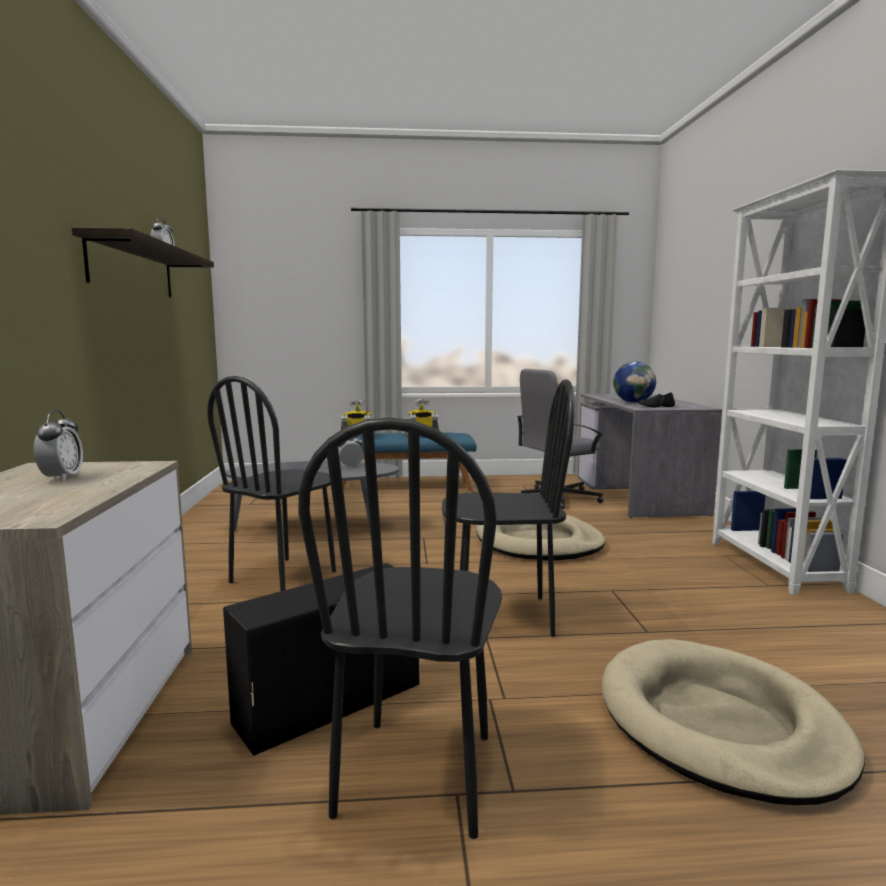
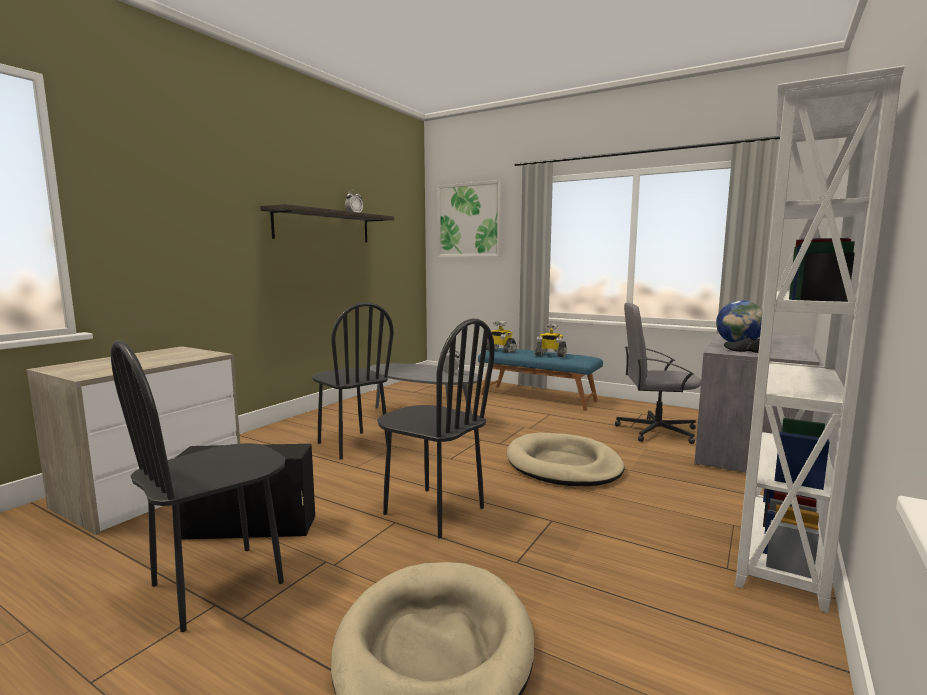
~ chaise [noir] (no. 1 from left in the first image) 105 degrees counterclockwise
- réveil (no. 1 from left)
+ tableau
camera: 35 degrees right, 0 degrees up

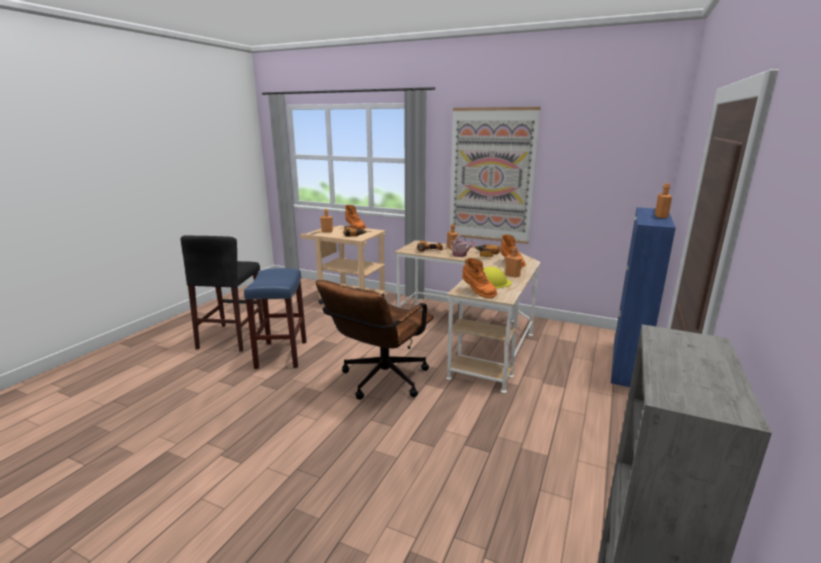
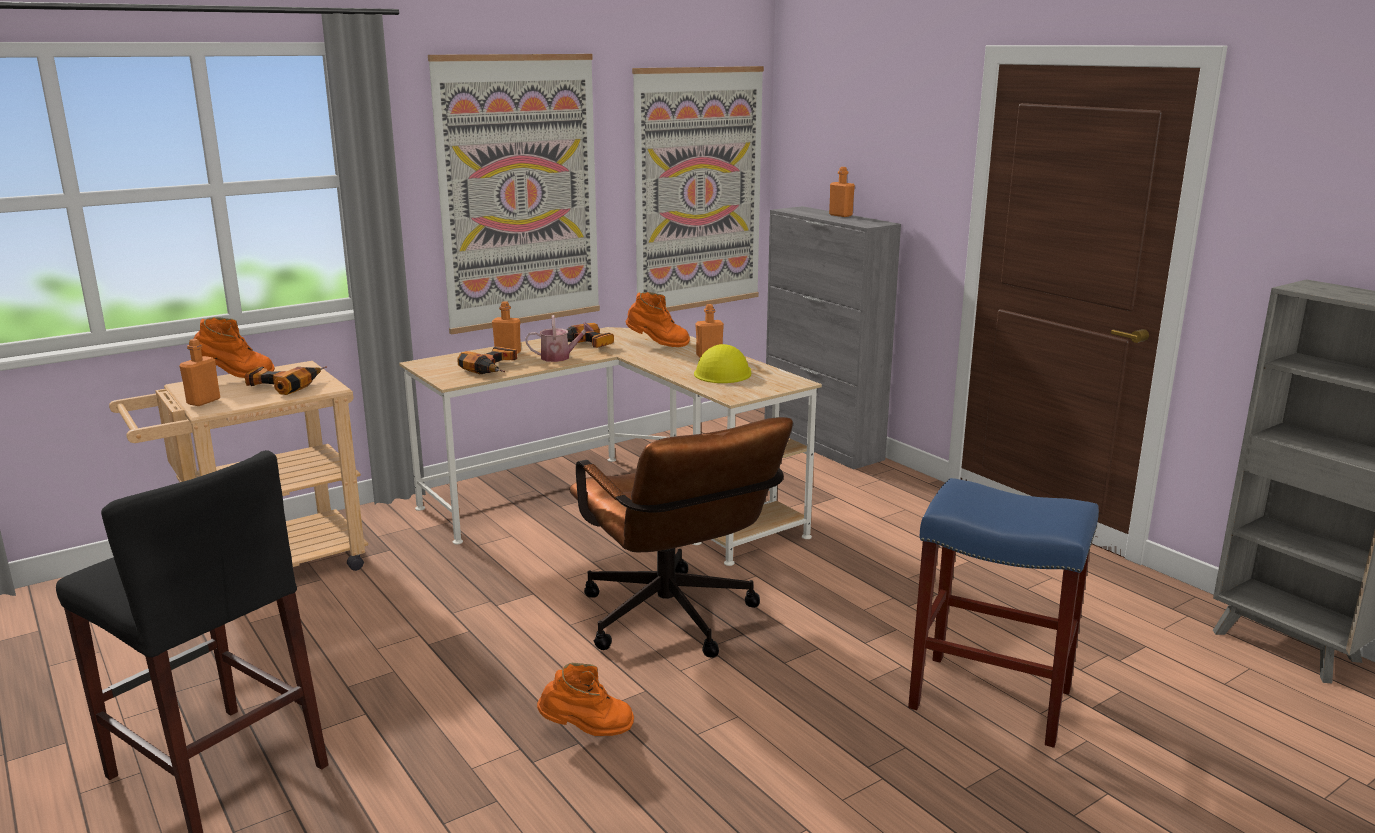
~ meuble de rangement [bleu] to meuble de rangement [gris]
~ botte [orange] (no. 2 from left)
~ tabouret [bleu]
+ tableau (no. 2 from left)
camera: 60 degrees left, 0 degrees up

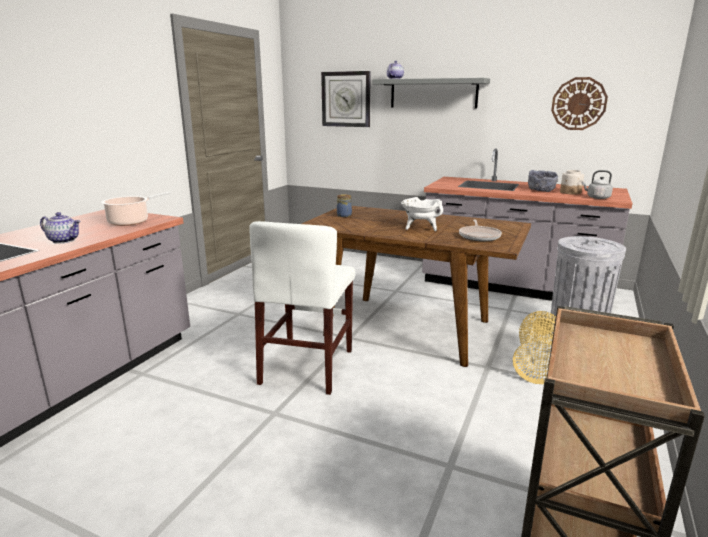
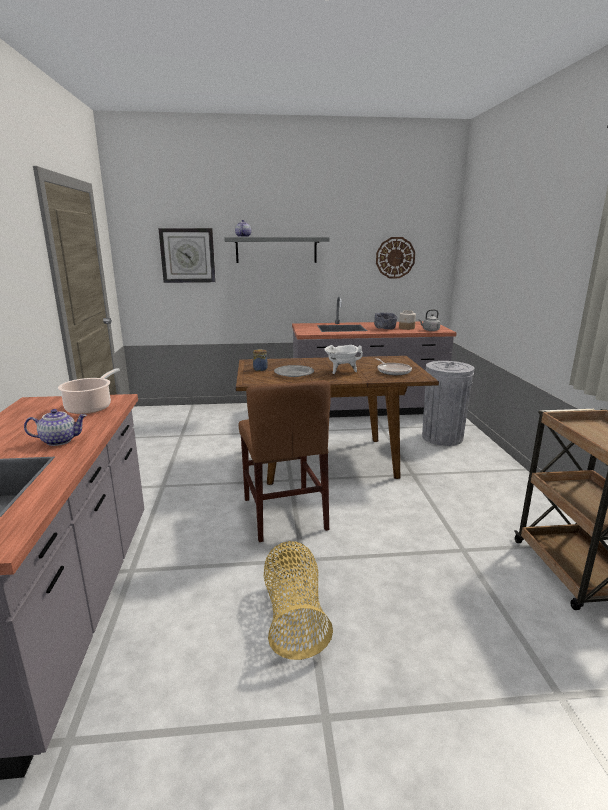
~ chaise [blanc] to chaise [marron]
~ panier
+ assiette [gris]
camera: 30 degrees left, 0 degrees up

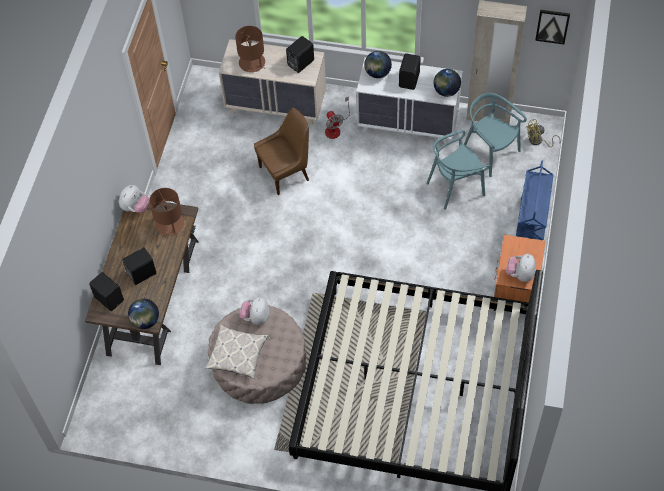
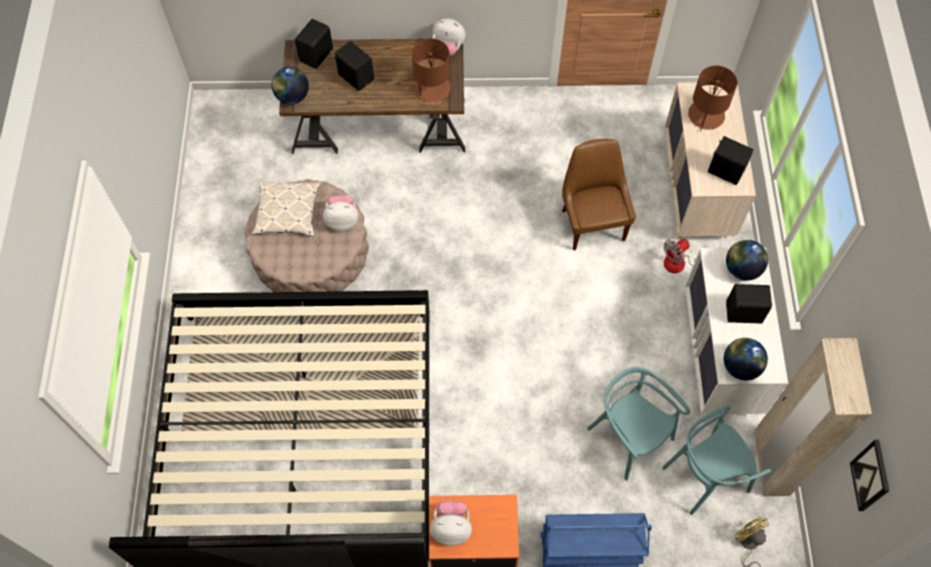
~ chaise [turquoise] (no. 2 from left) 150 degrees counterclockwise
~ chaise [marron] 150 degrees counterclockwise
camera: 75 degrees right, 5 degrees up

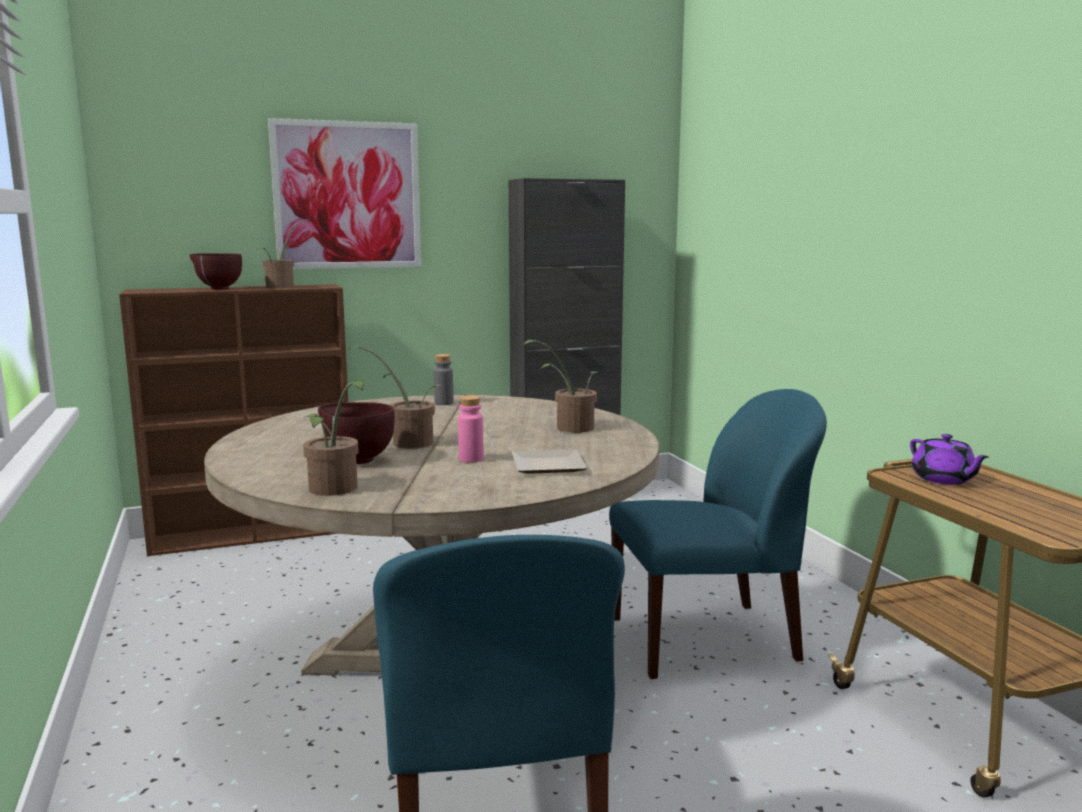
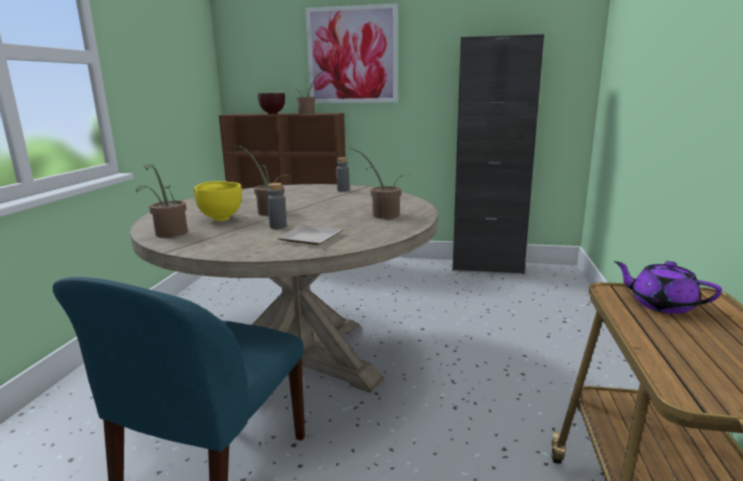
- chaise [bleu] (no. 2 from left)
~ bouteille [rose] to bouteille [gris] (no. 1 from left)
~ bol [marron] (no. 2 from left) to bol [jaune]
~ théière [violet] 120 degrees clockwise
camera: 30 degrees right, 5 degrees up

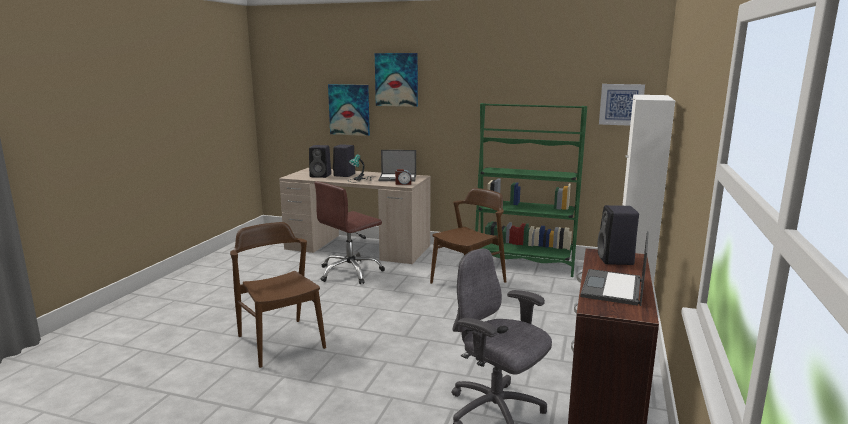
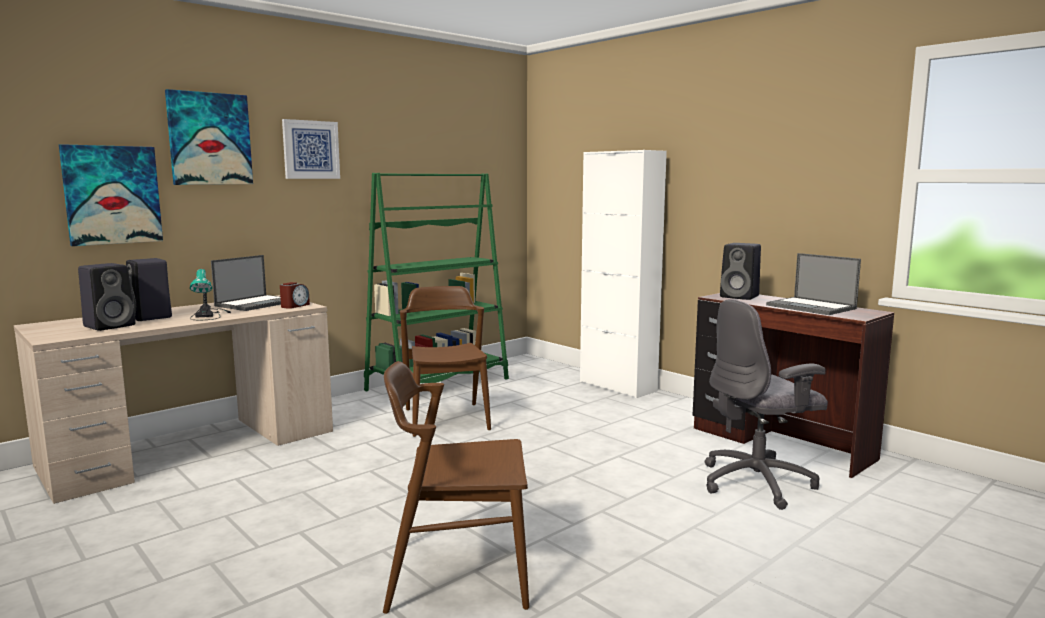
~ tableau (no. 3 from left)
- chaise de bureau [marron]
camera: 60 degrees left, 5 degrees down

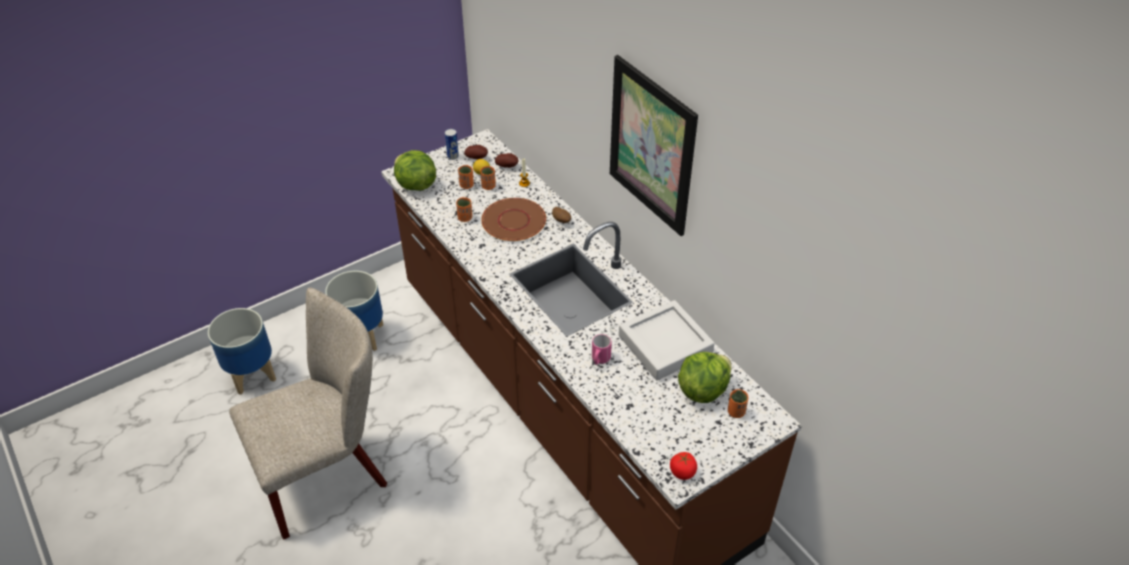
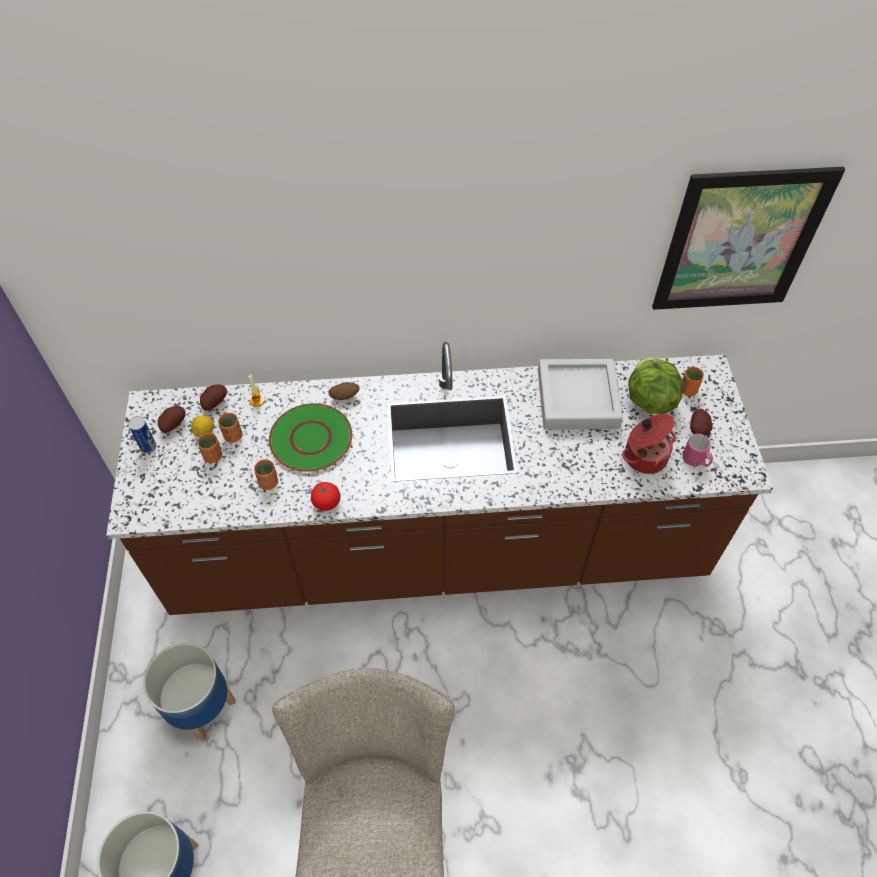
~ tableau
- laitue (no. 1 from left)
~ assiette [marron] to assiette [vert]
~ mug [rose]
~ tomate
+ pomme de terre (no. 4 from left)
+ marmite
camera: 60 degrees left, 10 degrees up

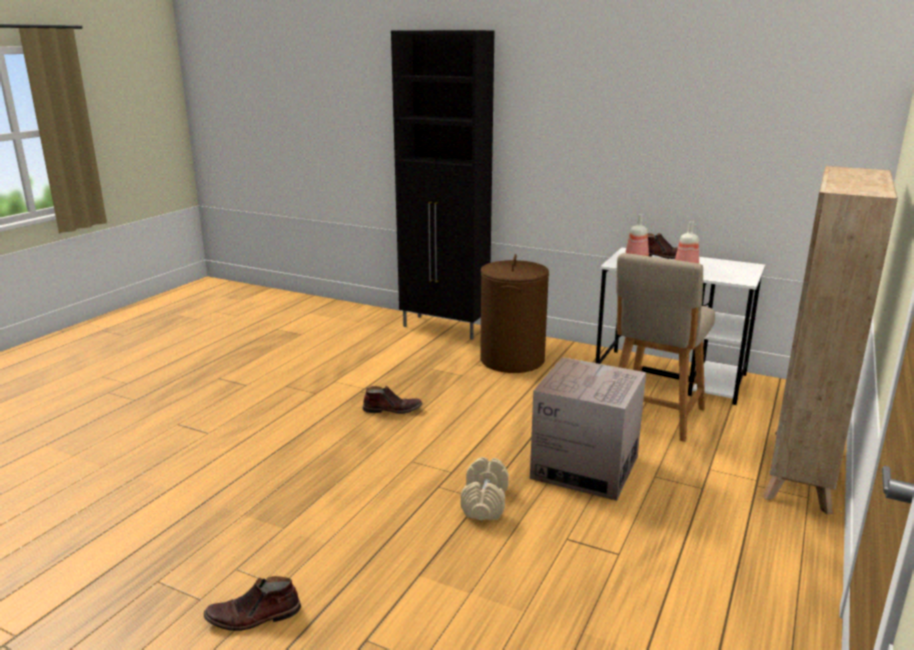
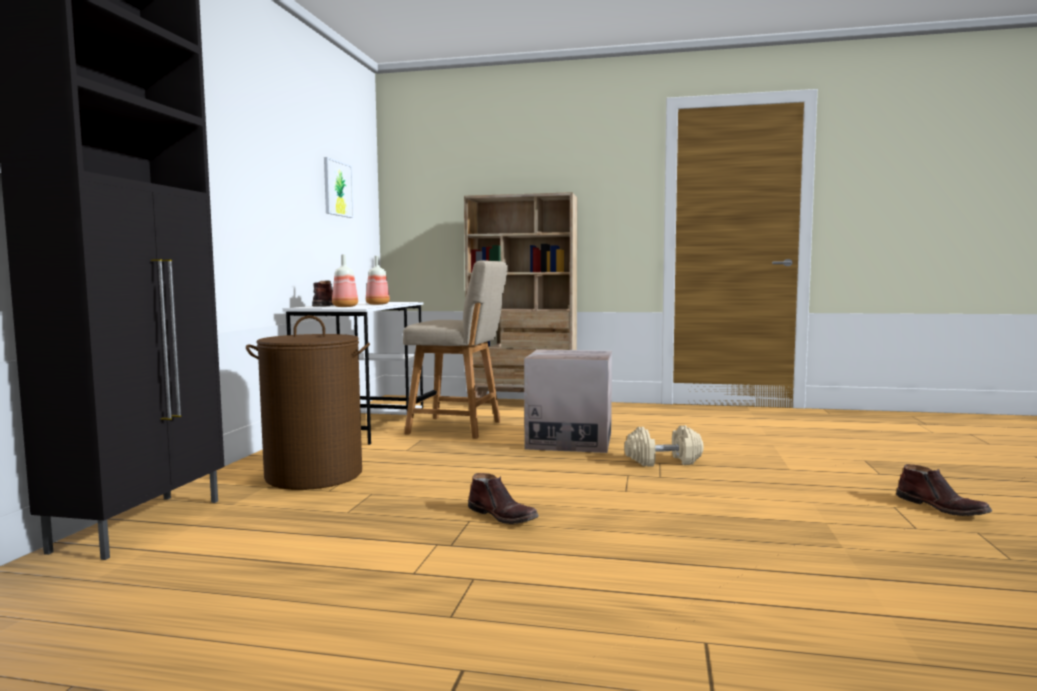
~ botte [marron] (no. 2 from left) 150 degrees clockwise
+ tableau
camera: 105 degrees left, 15 degrees down

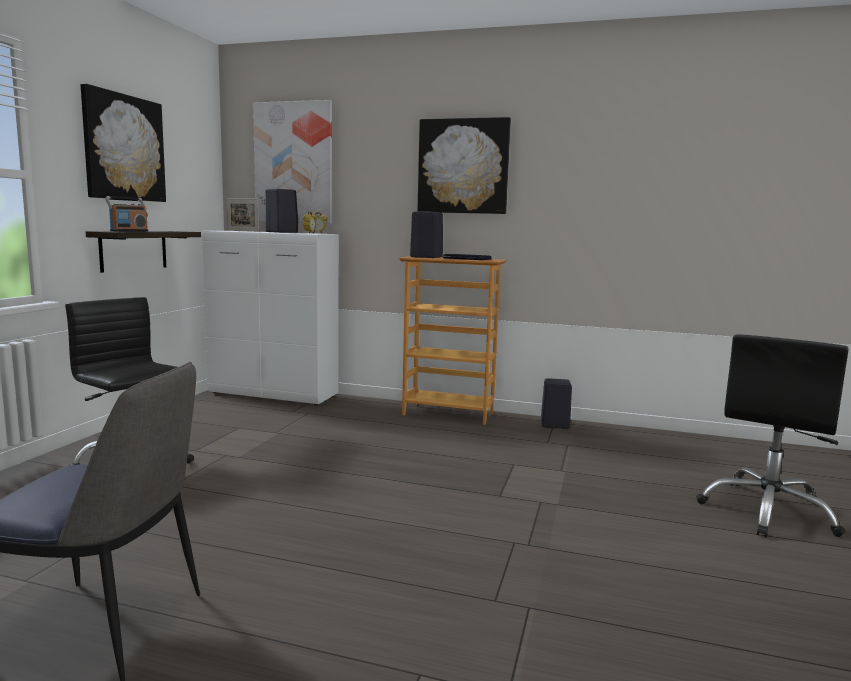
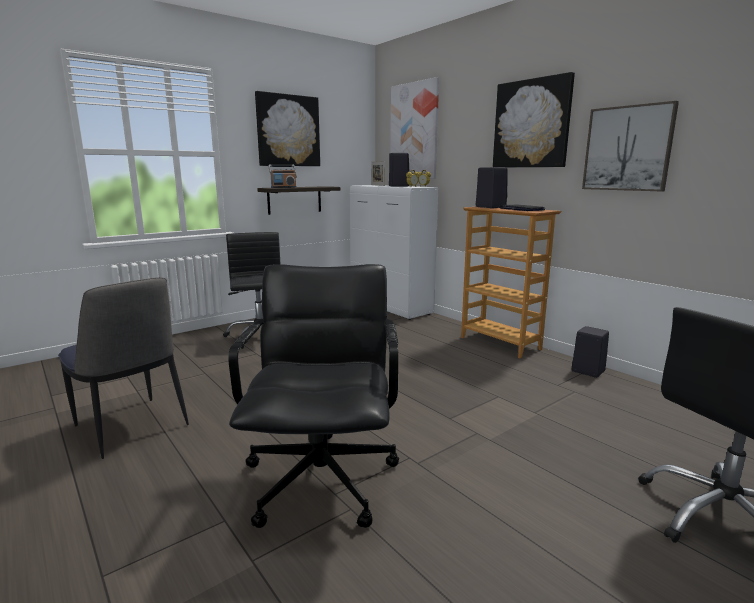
+ tableau (no. 4 from left)
+ chaise de bureau [noir] (no. 2 from left)
camera: 35 degrees right, 5 degrees up

